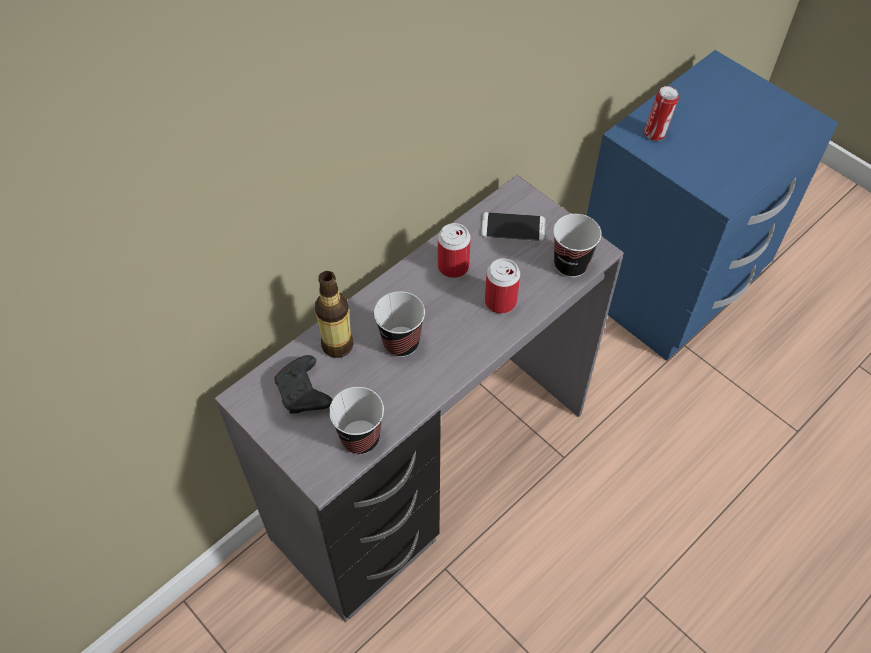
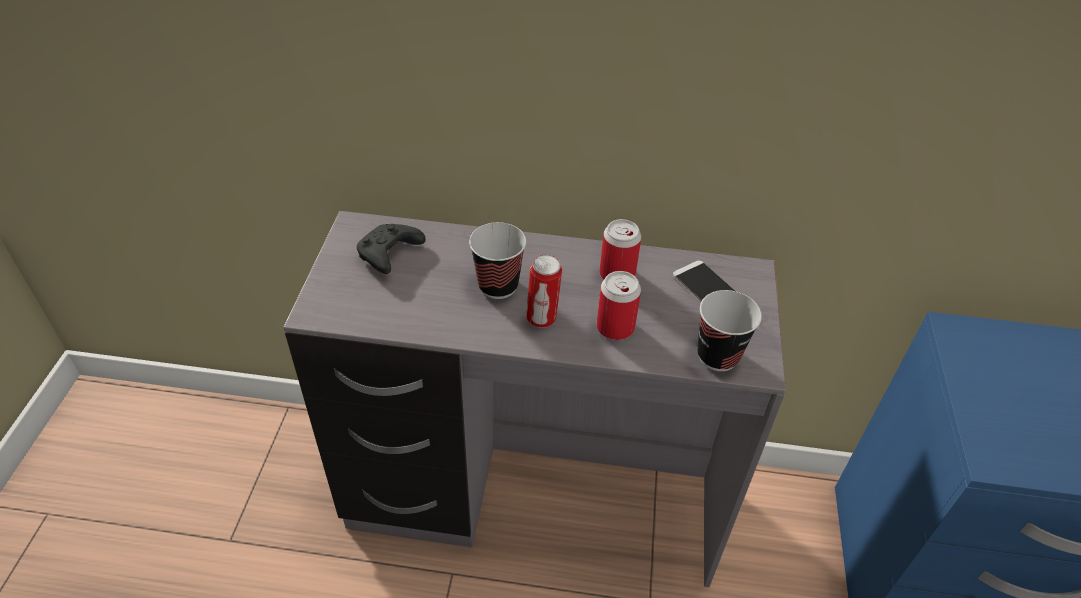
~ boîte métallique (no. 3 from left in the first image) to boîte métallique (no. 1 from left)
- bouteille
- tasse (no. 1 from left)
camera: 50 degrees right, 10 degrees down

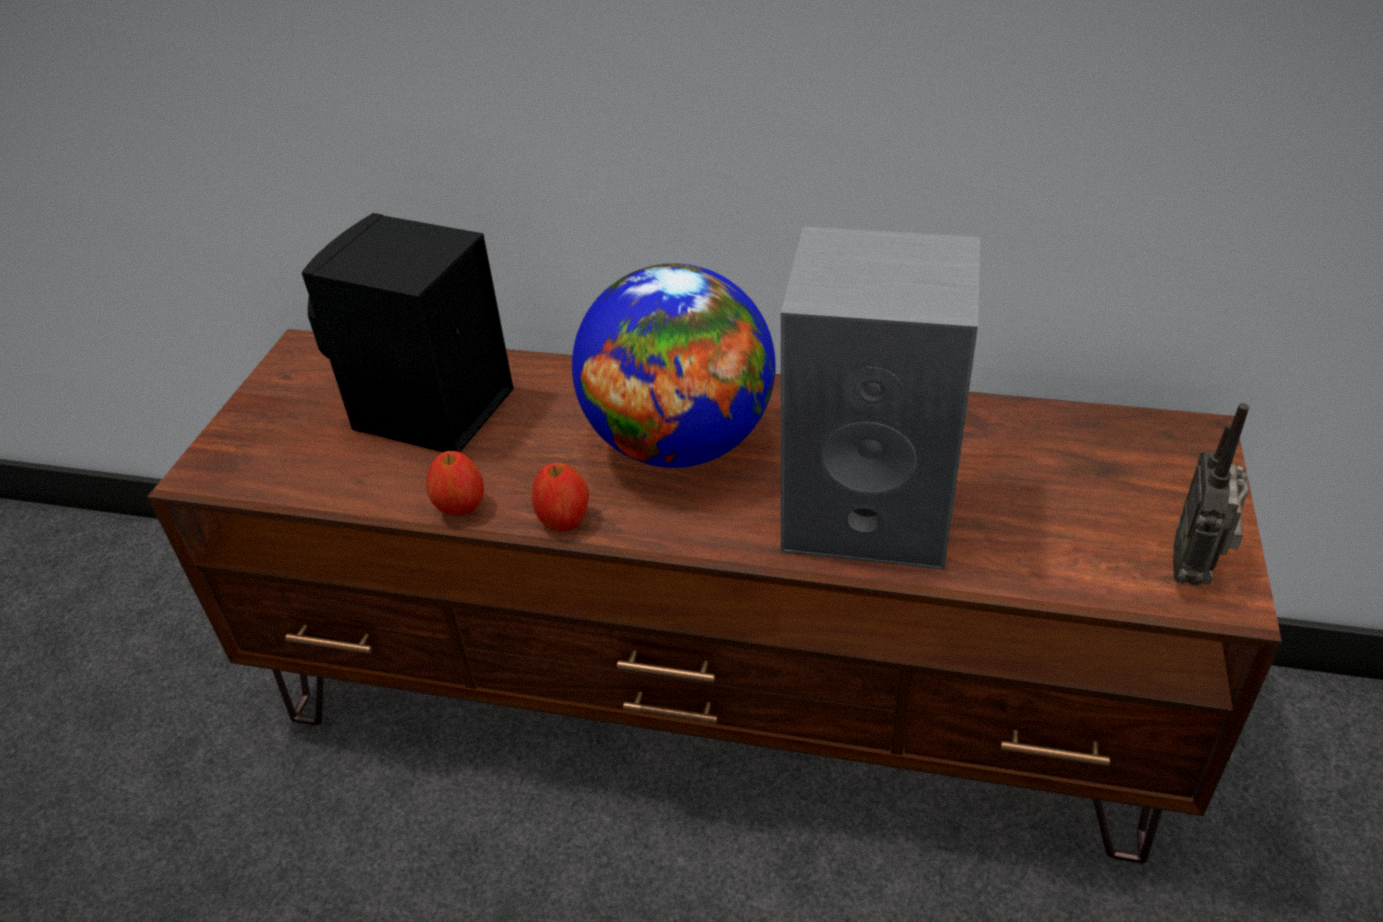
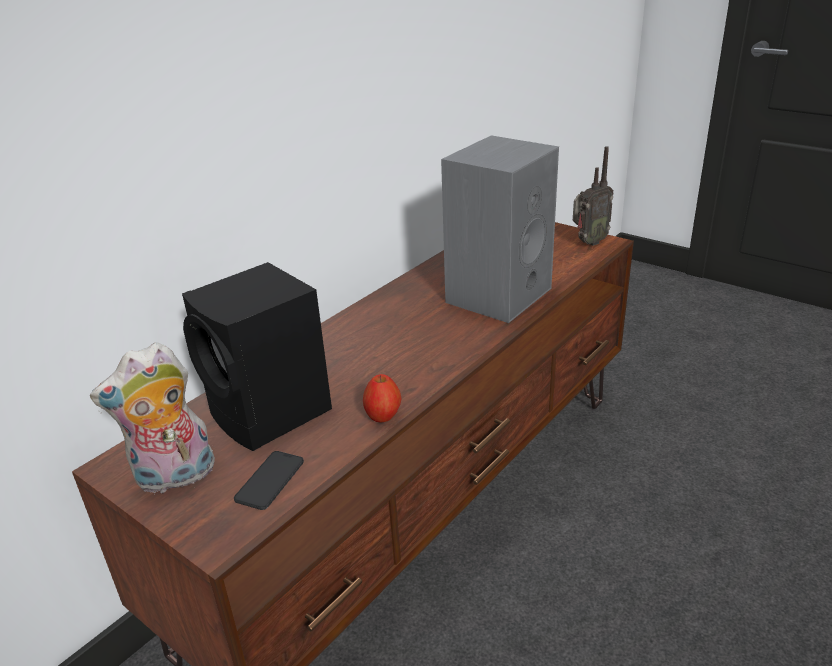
- globe
~ radio 75 degrees counterclockwise
- pomme (no. 2 from left)
+ peluche
+ téléphone
camera: 65 degrees left, 10 degrees down

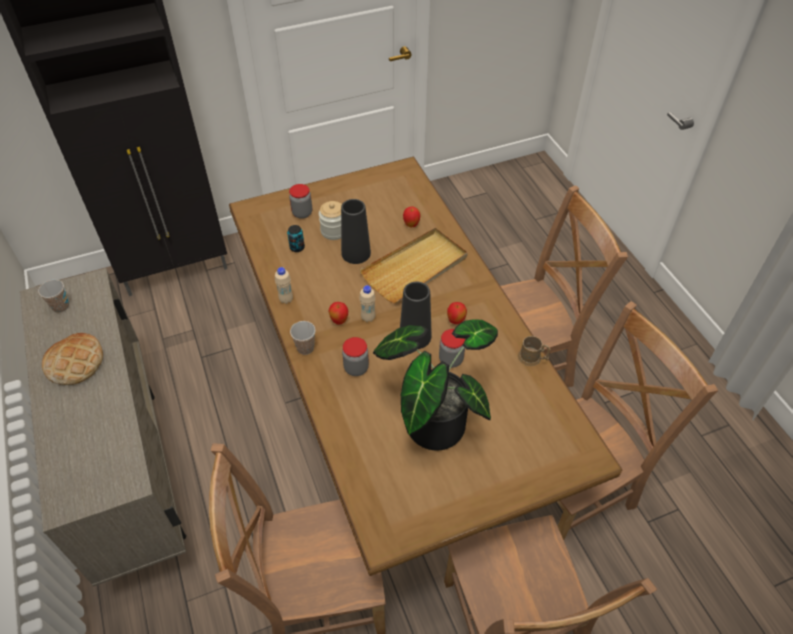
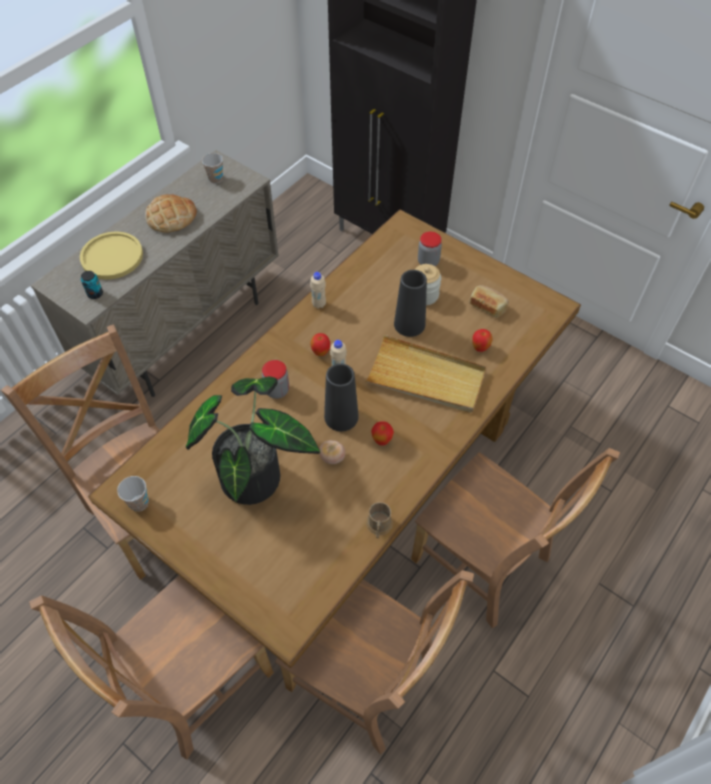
~ boîte métallique
~ tasse (no. 2 from left in the first image) to tasse (no. 1 from left)
~ bocal (no. 4 from left) to tomate
+ assiette [jaune]
+ pain (no. 2 from left)
camera: 60 degrees right, 5 degrees up

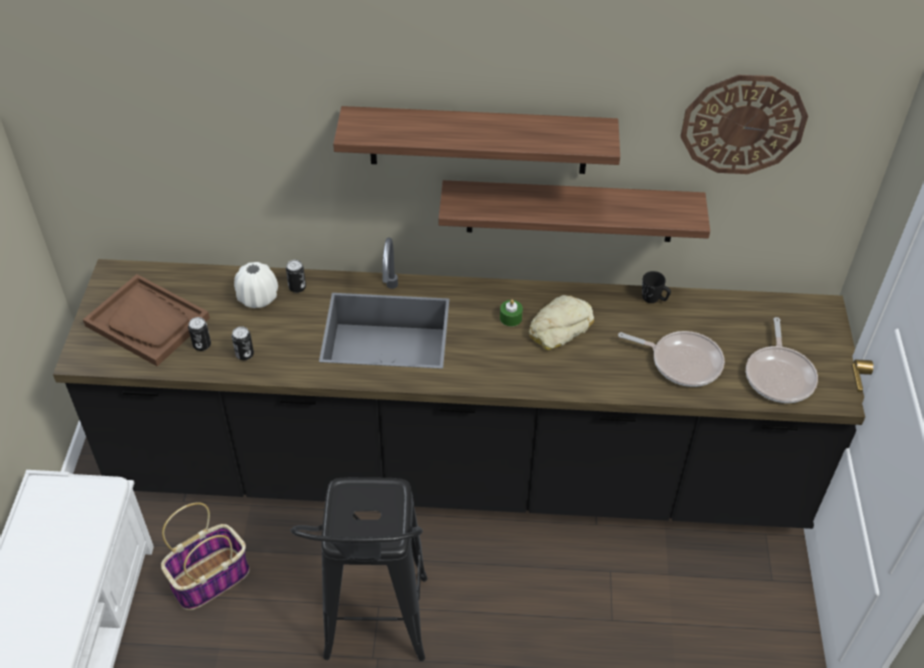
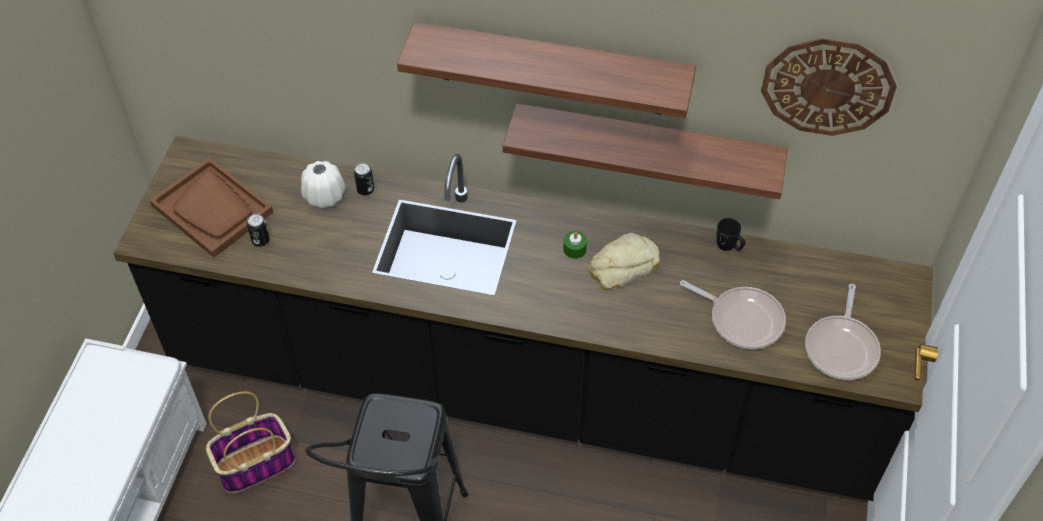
- boîte métallique (no. 2 from left)
camera: 10 degrees right, 5 degrees up

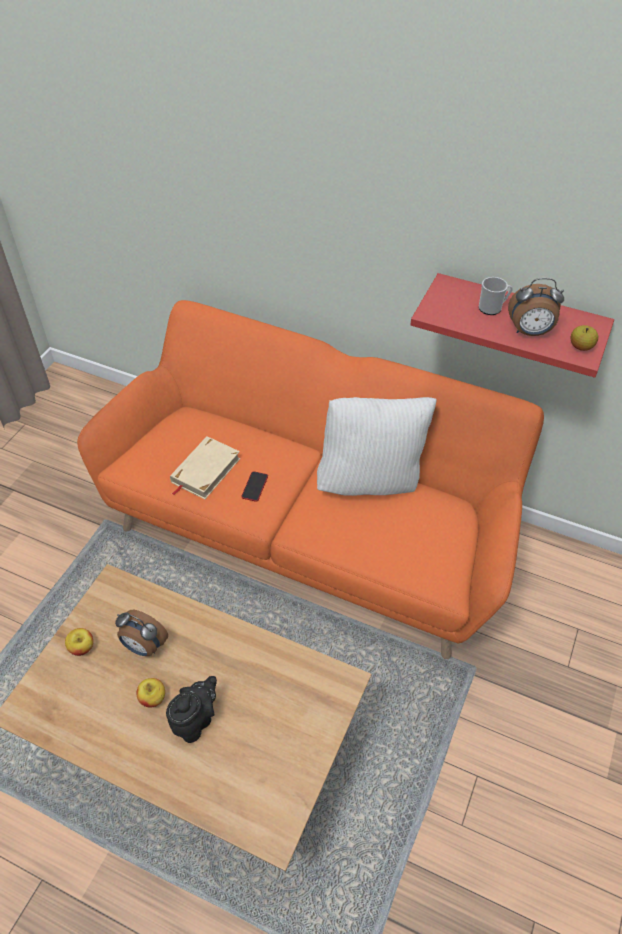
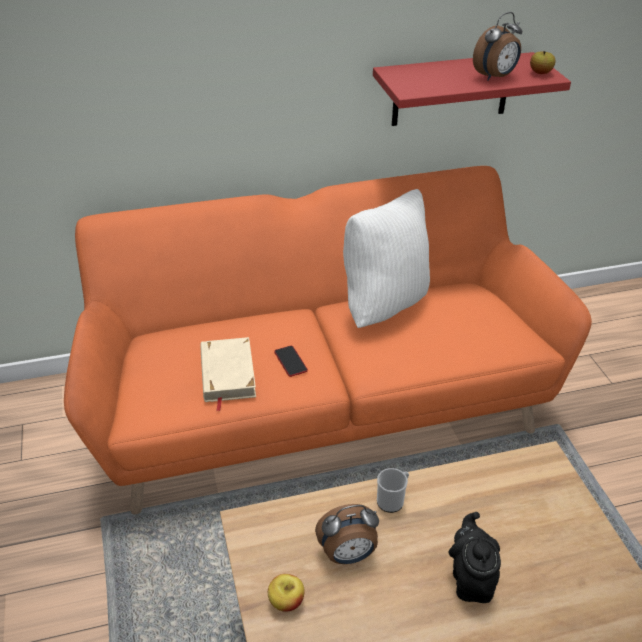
~ mug
- pomme (no. 2 from left)
camera: 40 degrees left, 10 degrees down

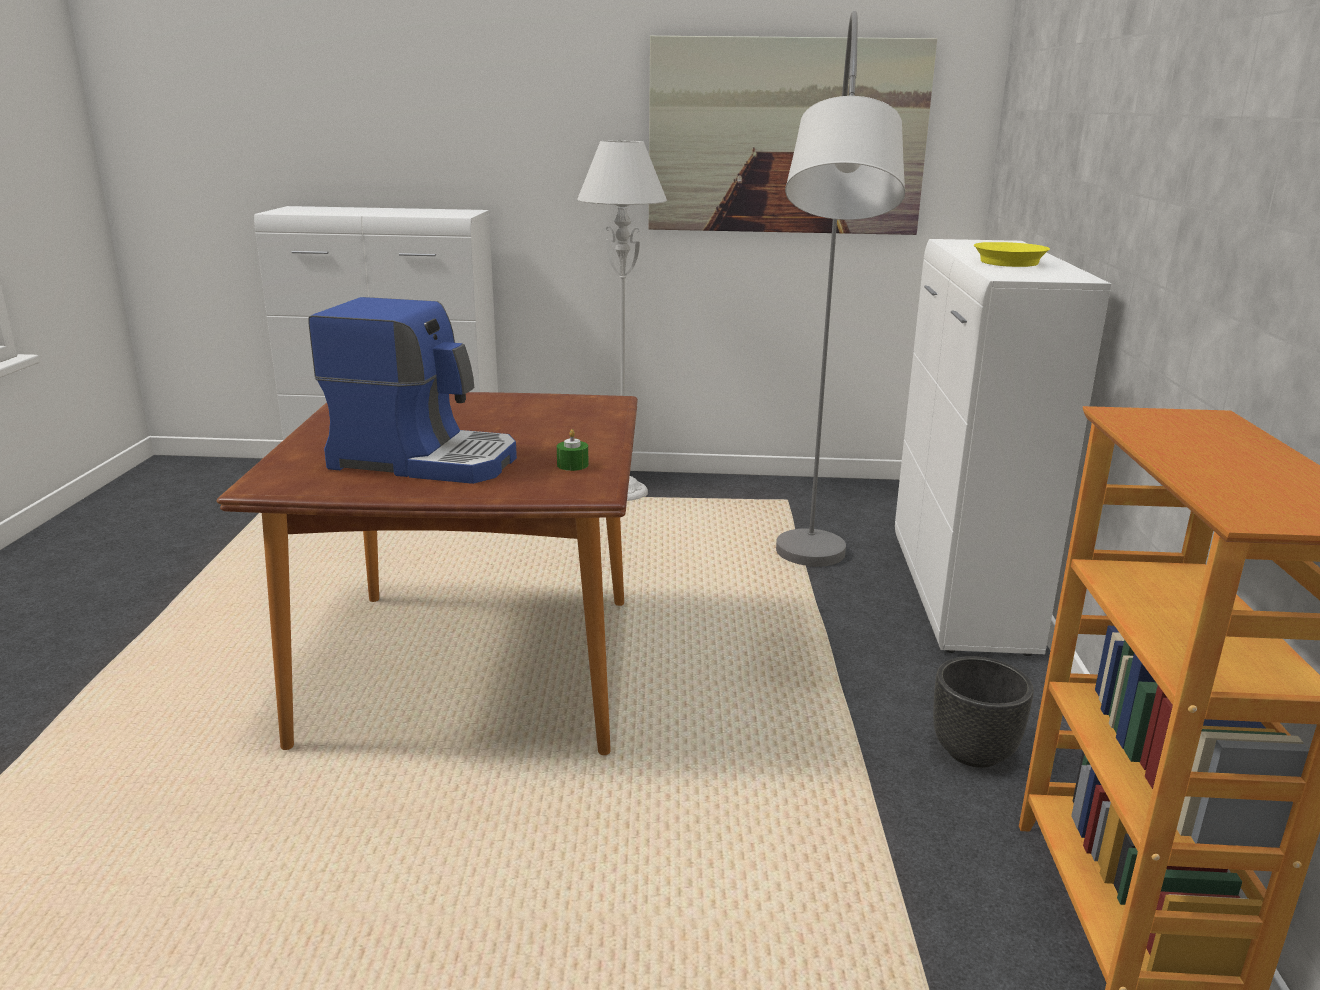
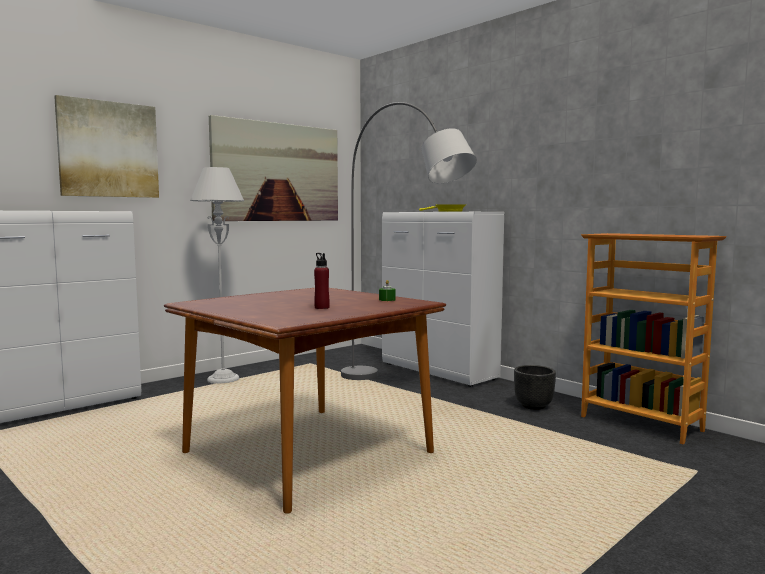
~ machine à café to bouteille [rouge]
+ tableau (no. 1 from left)
camera: 45 degrees left, 15 degrees down

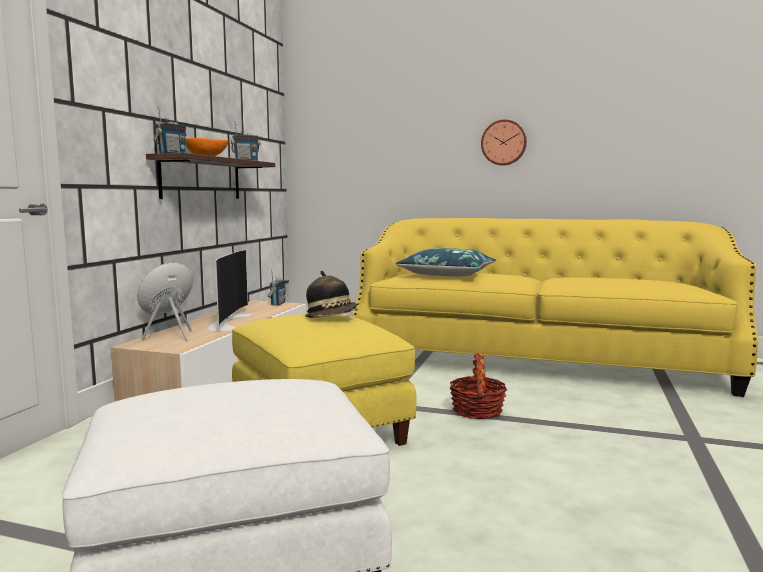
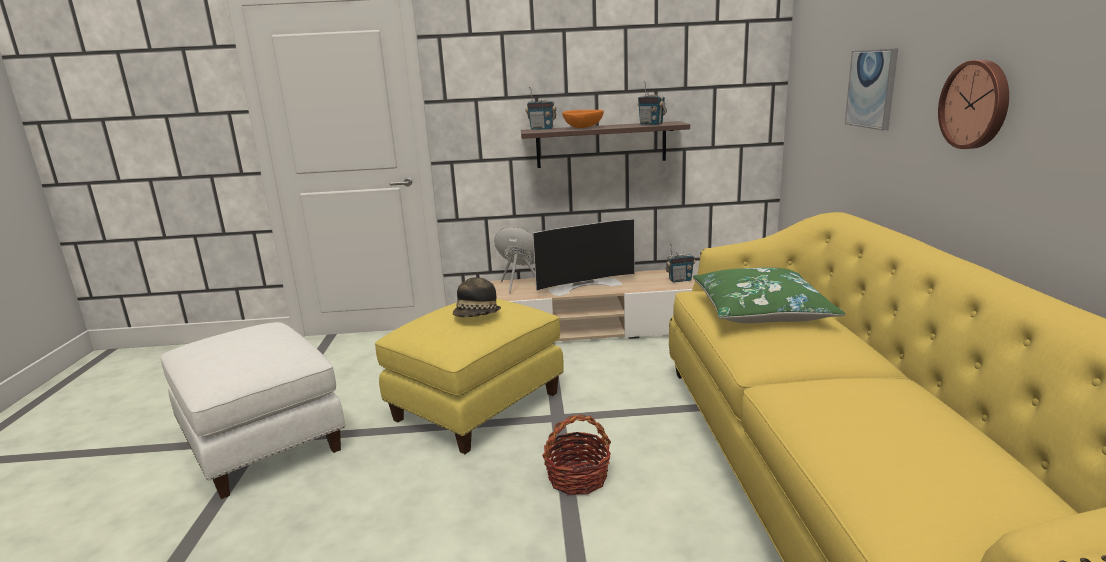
~ coussin [bleu] to coussin [vert]
+ tableau
camera: 70 degrees right, 10 degrees up

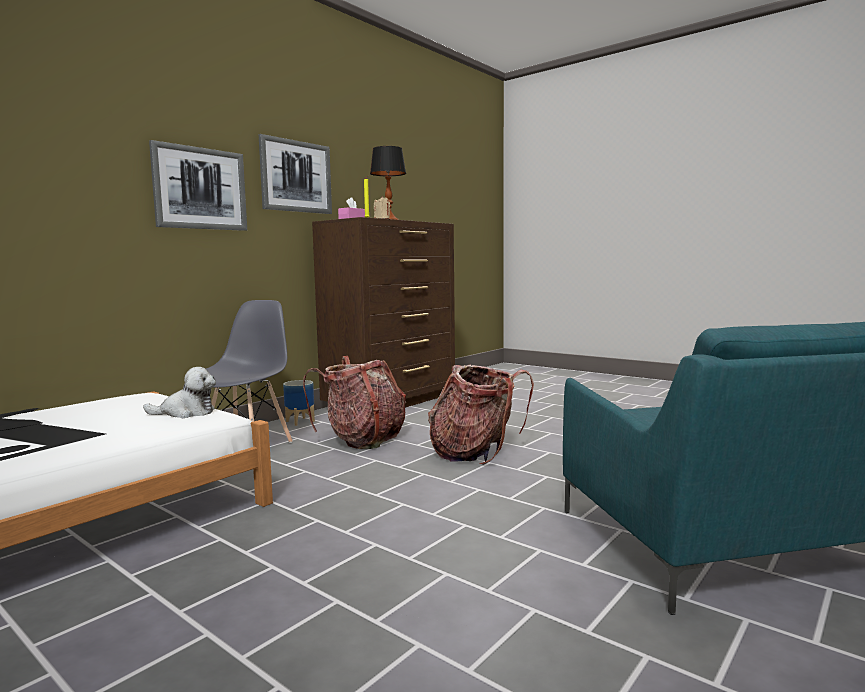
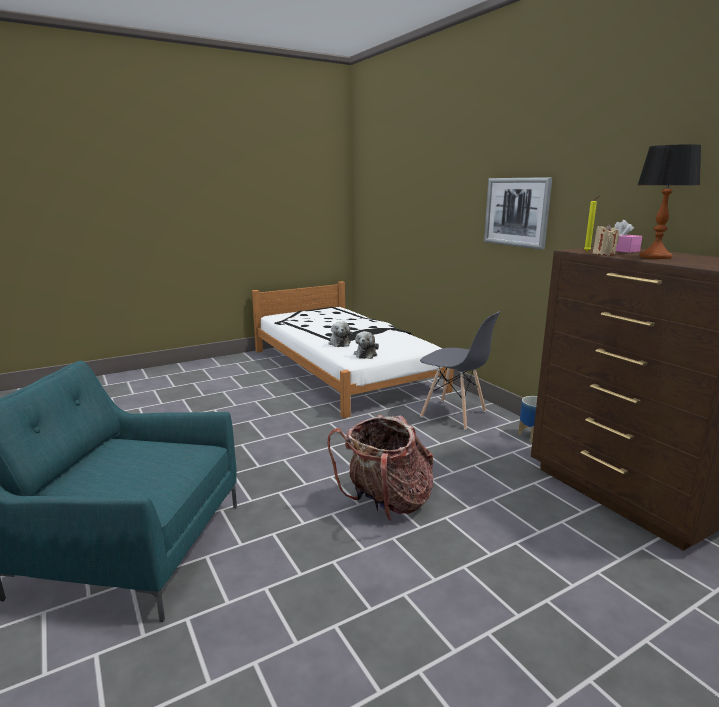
- tableau (no. 2 from left)
- sac à dos (no. 1 from left)
+ peluche (no. 1 from left)
camera: 110 degrees right, 10 degrees up

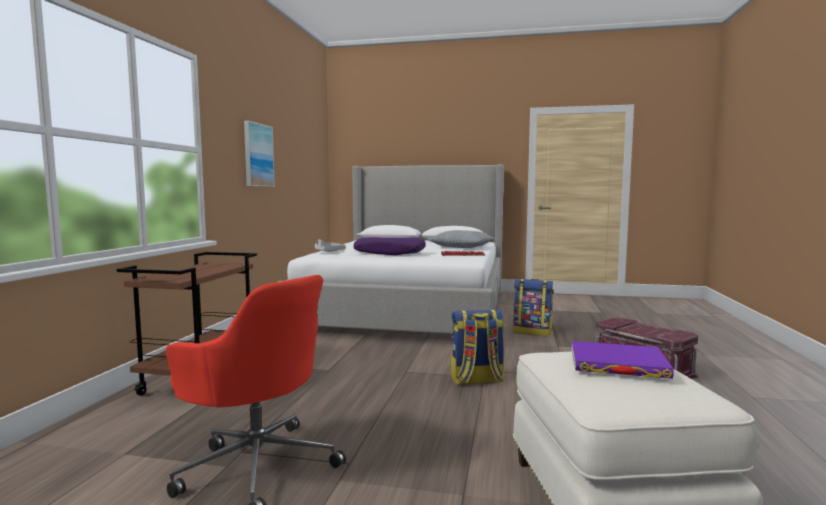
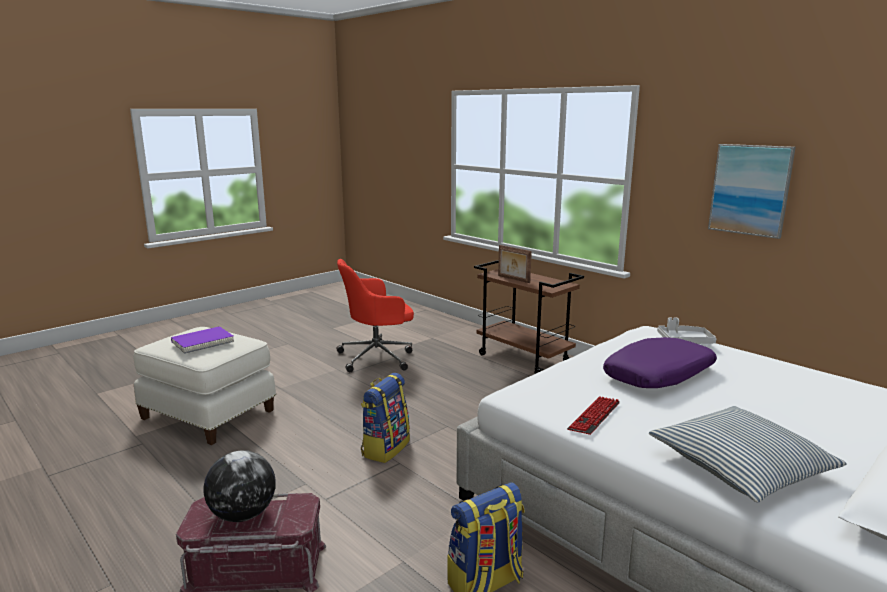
+ cadre photo
+ globe
camera: 125 degrees right, 10 degrees up

